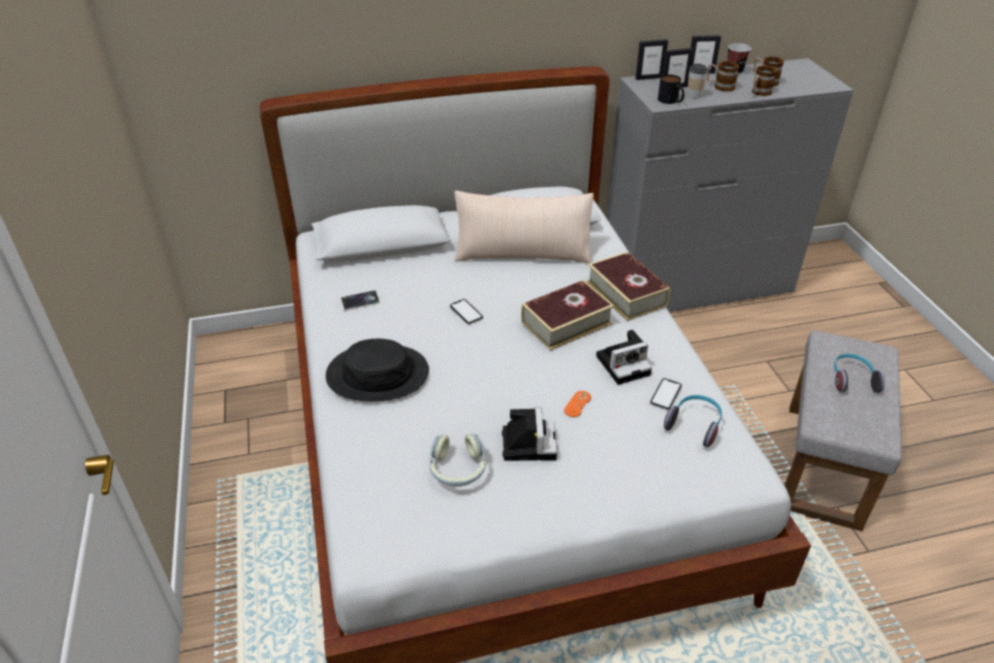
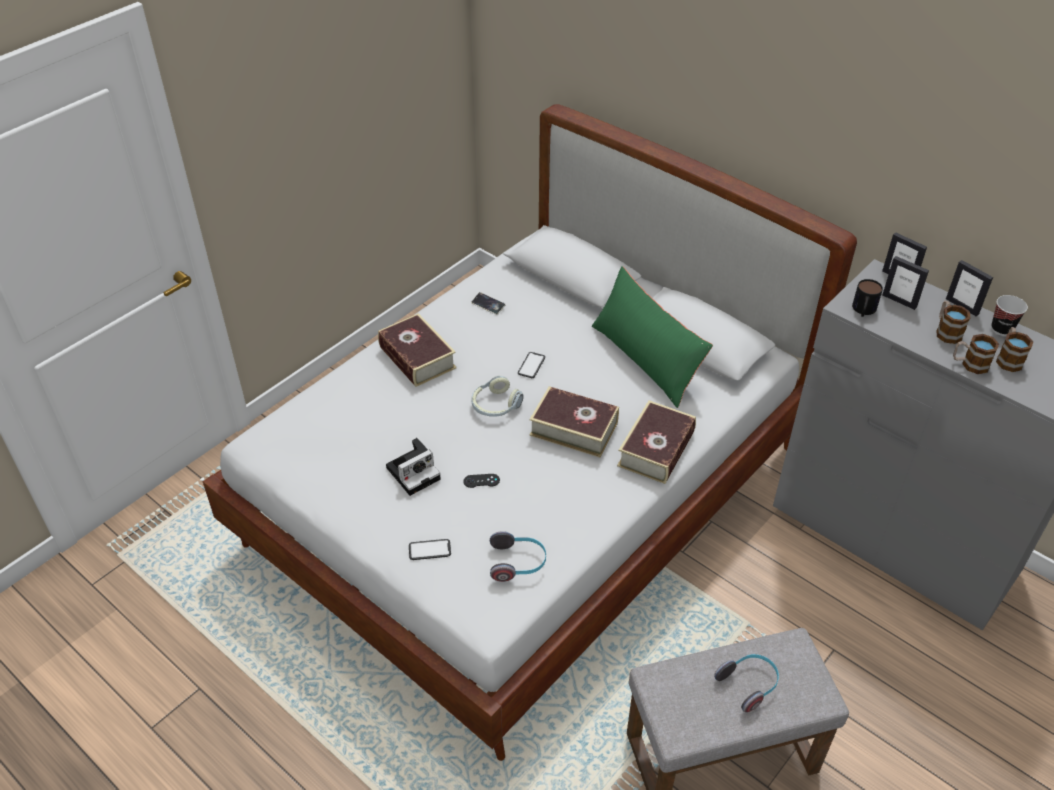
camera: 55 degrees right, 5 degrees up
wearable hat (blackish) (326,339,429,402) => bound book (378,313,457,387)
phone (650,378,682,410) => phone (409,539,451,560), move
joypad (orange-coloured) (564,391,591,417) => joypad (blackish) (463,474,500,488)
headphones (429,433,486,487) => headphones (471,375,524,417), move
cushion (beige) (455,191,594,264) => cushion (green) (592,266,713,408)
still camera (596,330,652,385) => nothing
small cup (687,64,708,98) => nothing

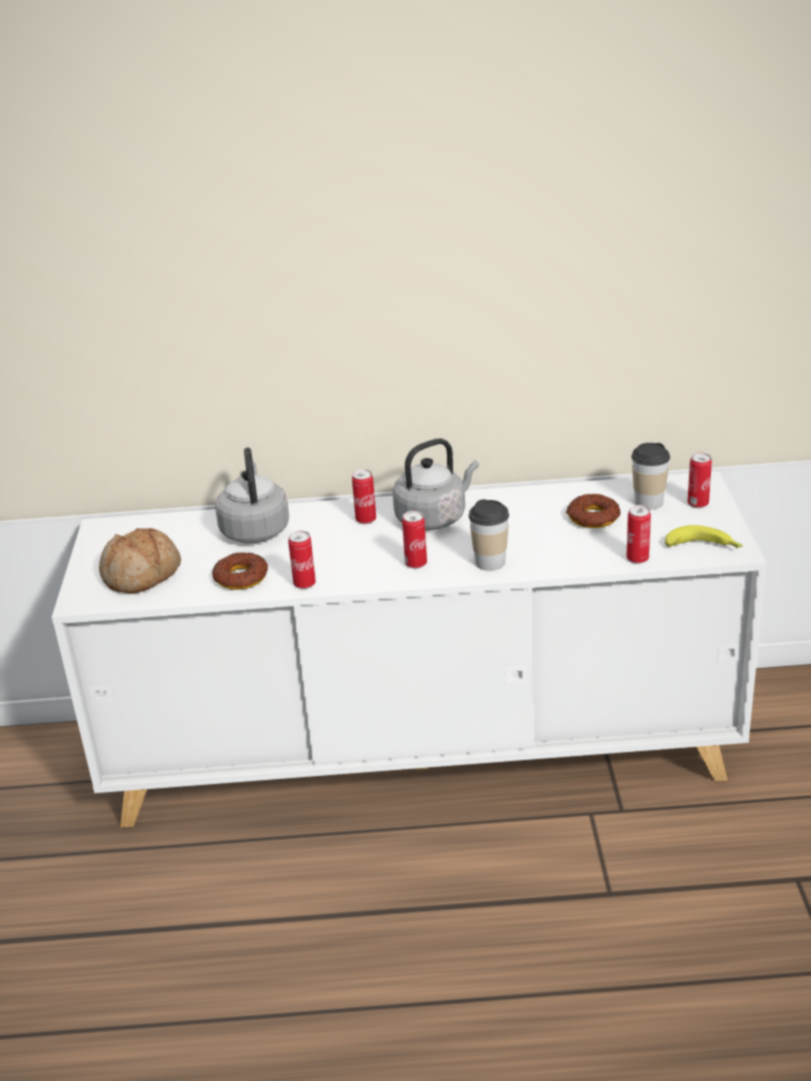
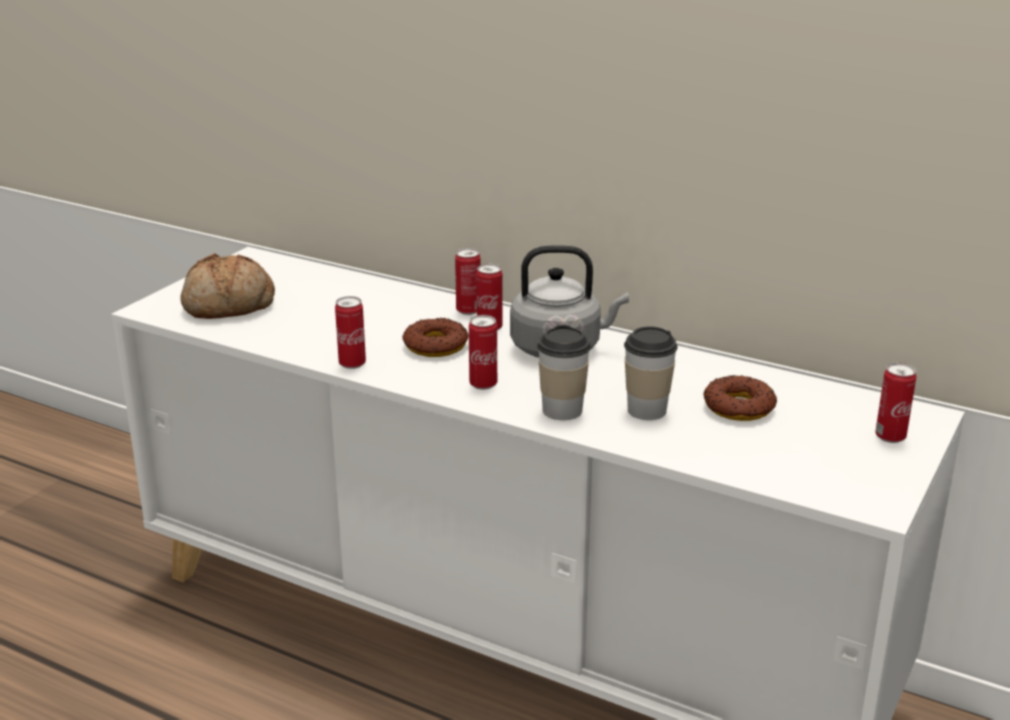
camera: 30 degrees right, 5 degrees down
donut (212,552,268,590) => donut (402,318,469,357), move
metal can (626,505,651,564) => metal can (455,248,481,315), move
small cup (631,443,670,510) => small cup (624,326,678,420), move
tea kettle (grey) (215,448,289,543) => nothing
banana fruit (665,525,743,548) => nothing

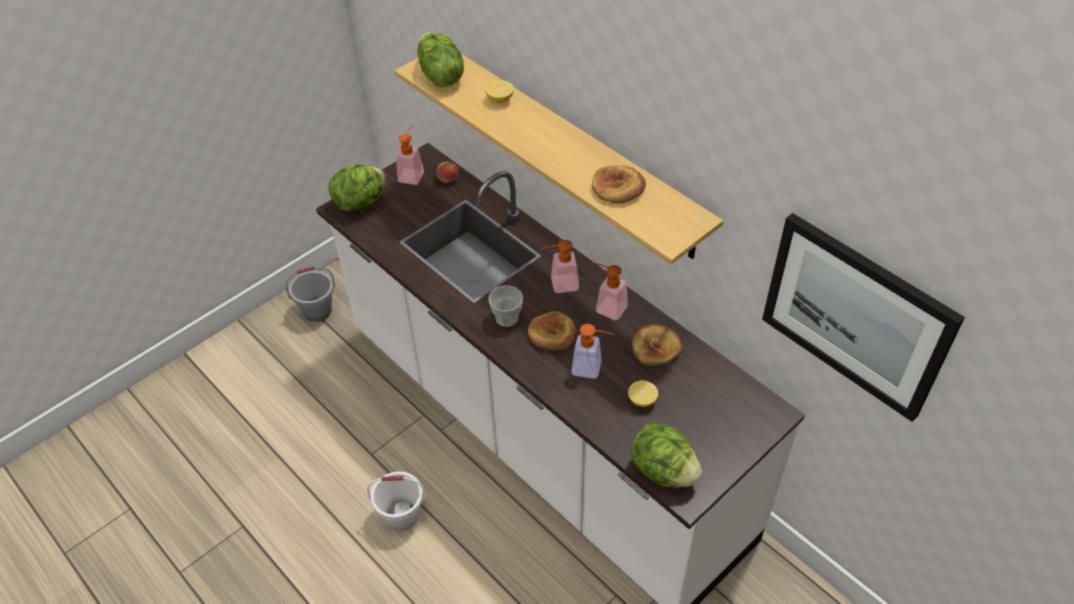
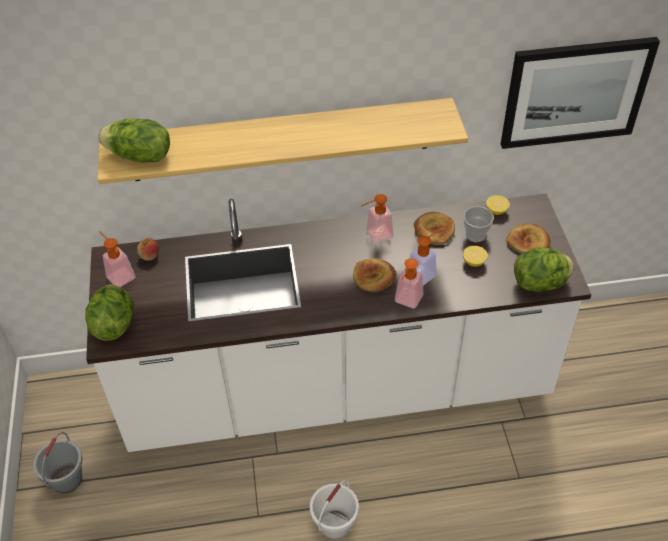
camera: 55 degrees left, 0 degrees up
soap dispenser (540,240,579,293) => soap dispenser (395,258,423,309), move
small cup (488,285,523,327) => small cup (463,206,494,242), move
citrus fruit (485,80,514,103) => citrus fruit (486,195,510,215), move
bread (592,165,646,204) => bread (506,223,551,254), move

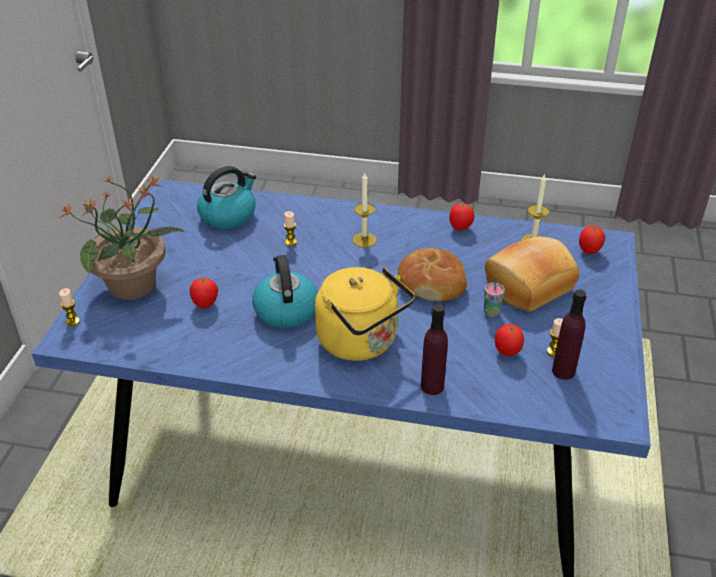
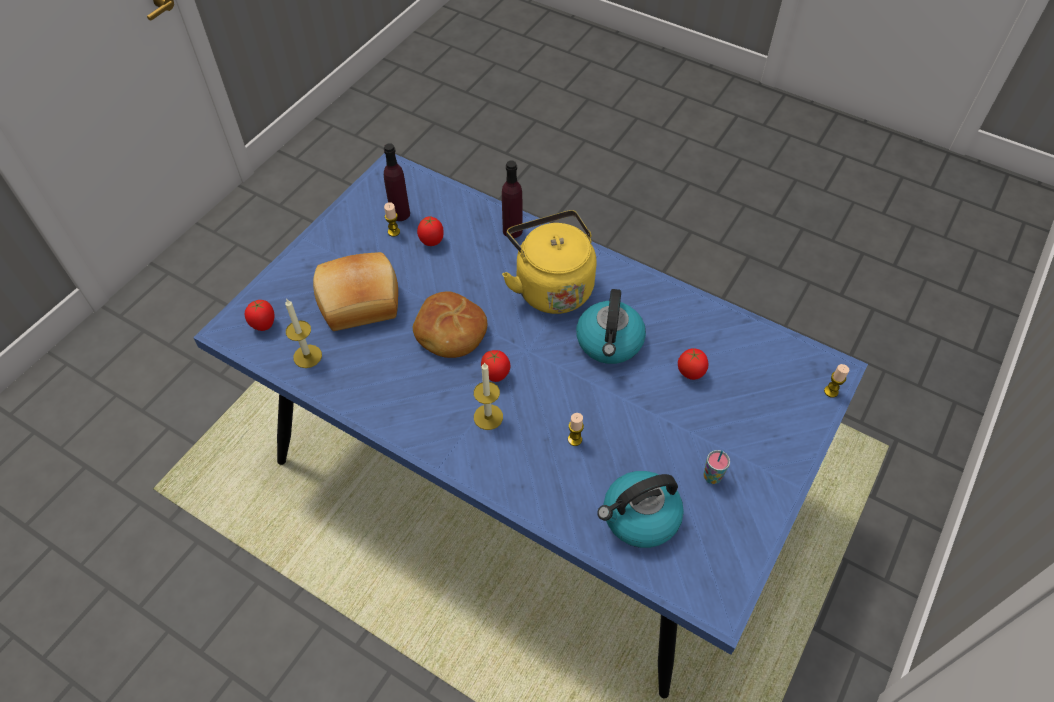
camera: 160 degrees left, 15 degrees up
fresh tomato (449,203,475,231) => fresh tomato (481,350,510,382), move
small cup (484,276,505,317) => small cup (703,450,730,484), move
plant in a pot (59,176,184,300) => nothing

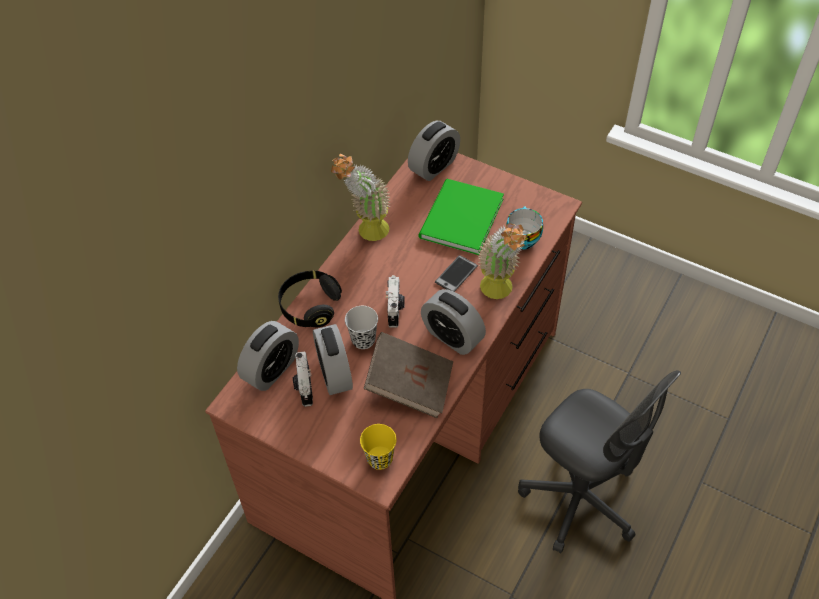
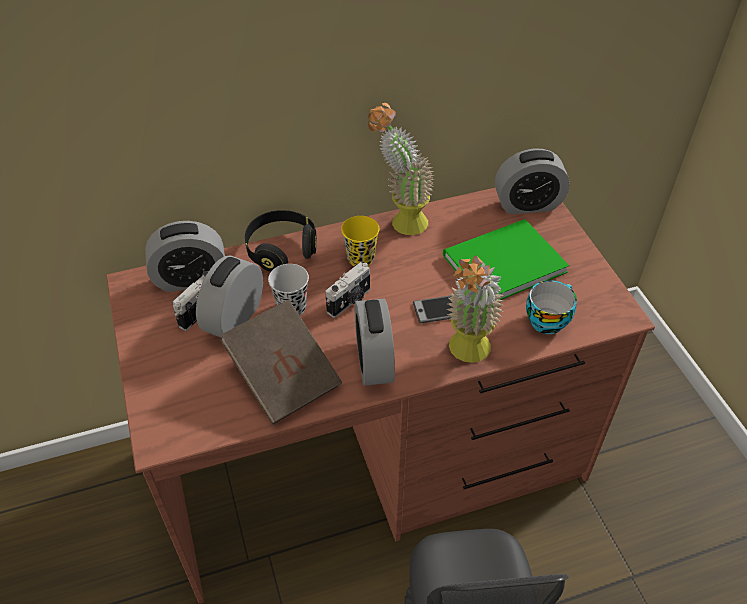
camera: 40 degrees right, 5 degrees down
small cup (yellow-coloured) (360,424,396,470) => small cup (yellow-coloured) (341,216,379,266), move

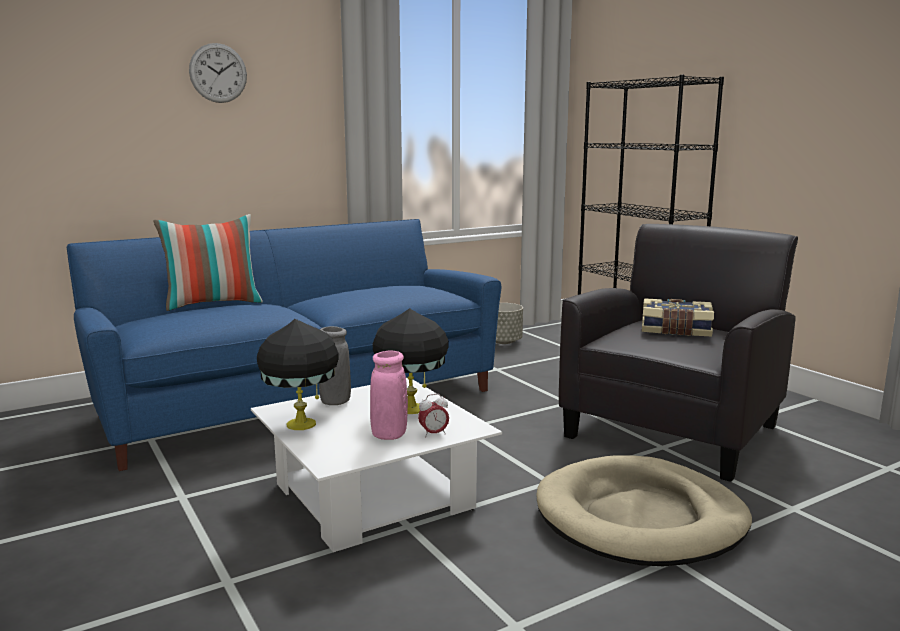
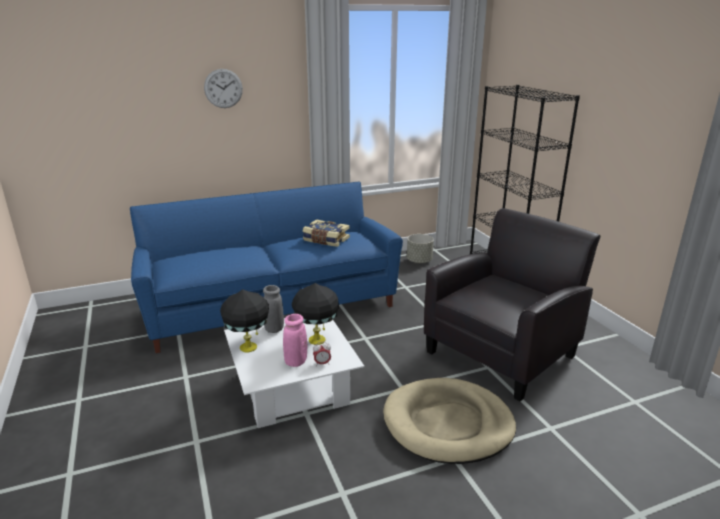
camera: 10 degrees right, 10 degrees up
bound book (642,298,714,336) => bound book (302,219,350,247), move
cushion (153,214,263,311) => nothing

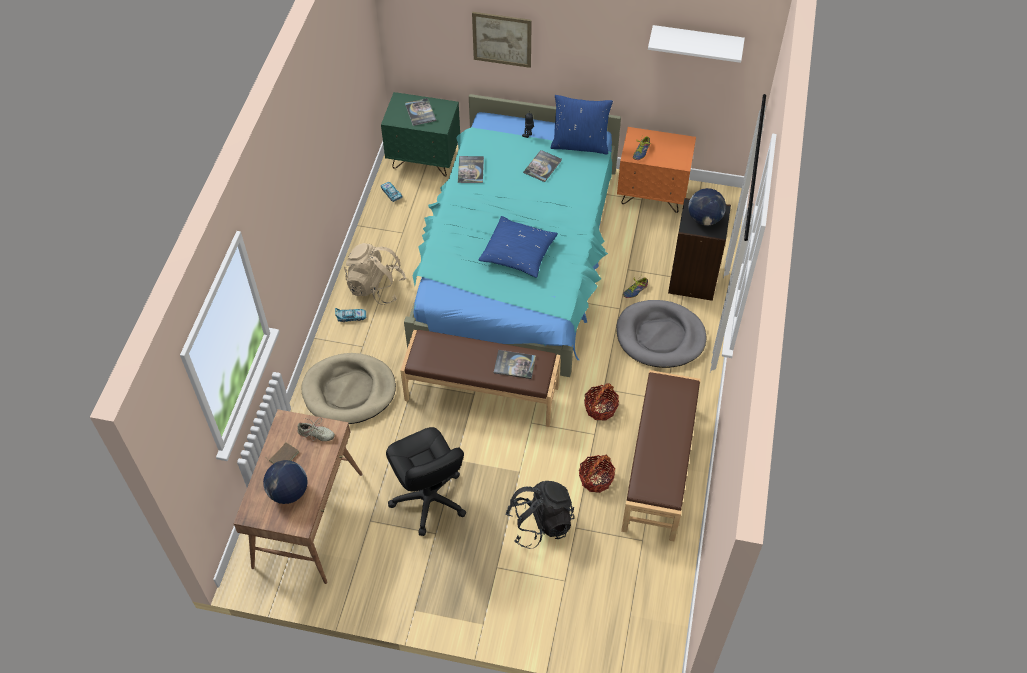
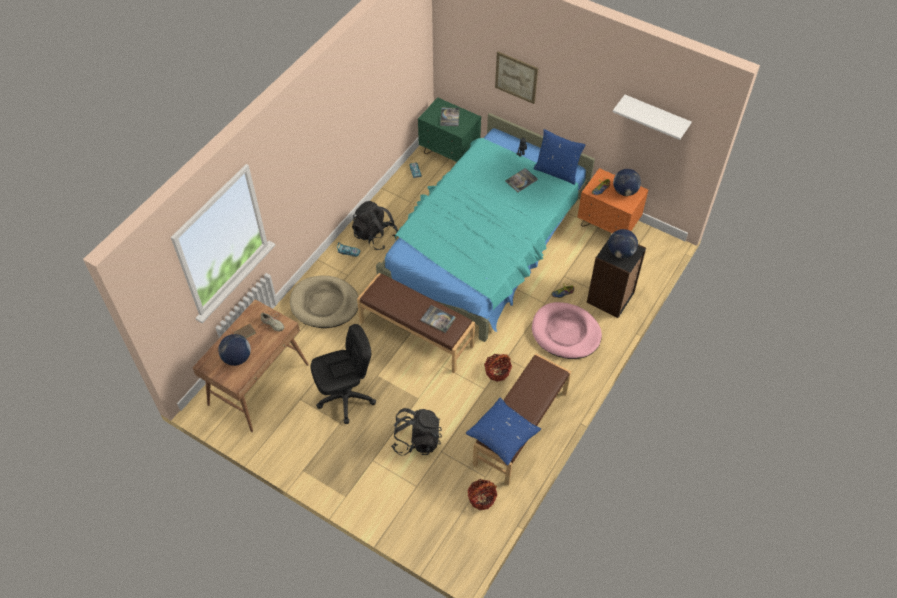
camera: 20 degrees right, 0 degrees up
desk chair (blackish) (386,427,466,536) => desk chair (blackish) (311,324,376,424), 105 degrees counterclockwise
backpack (beige) (344,243,406,305) => backpack (blackish) (352,201,398,250)
cushion (blue) (479,216,558,278) => cushion (blue) (466,398,541,465), move
basket (579,455,615,493) => basket (467,479,497,510), move
dog cushion (grey) (616,300,706,368) => dog cushion (pink-coloured) (532,302,602,359)
nothing => globe (613,169,641,196)
bound book (458,156,484,183) => nothing

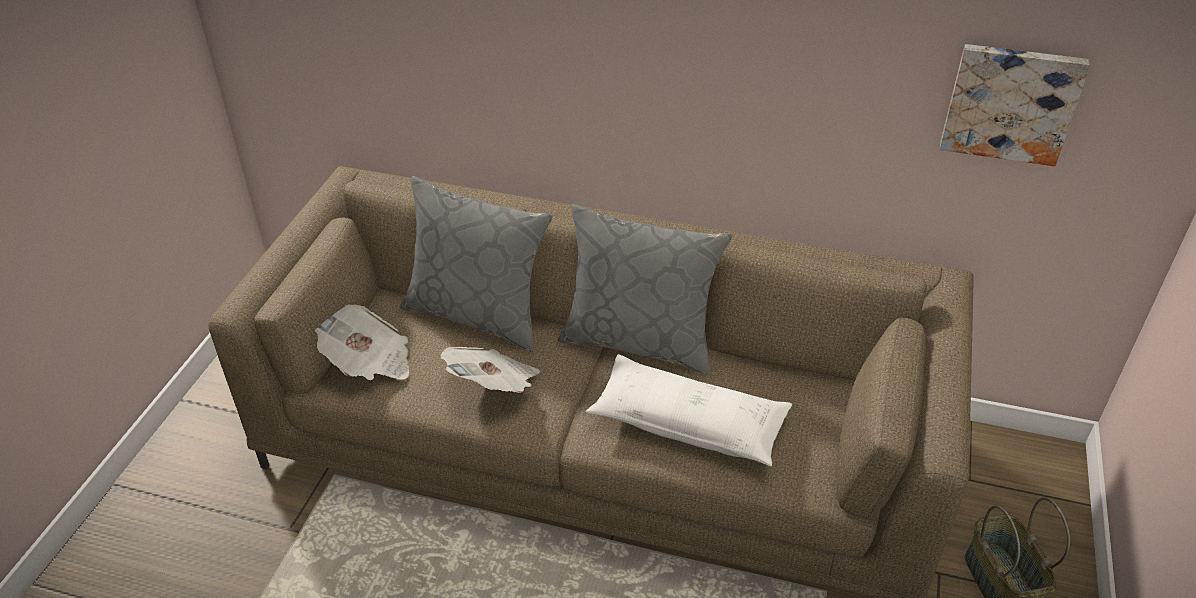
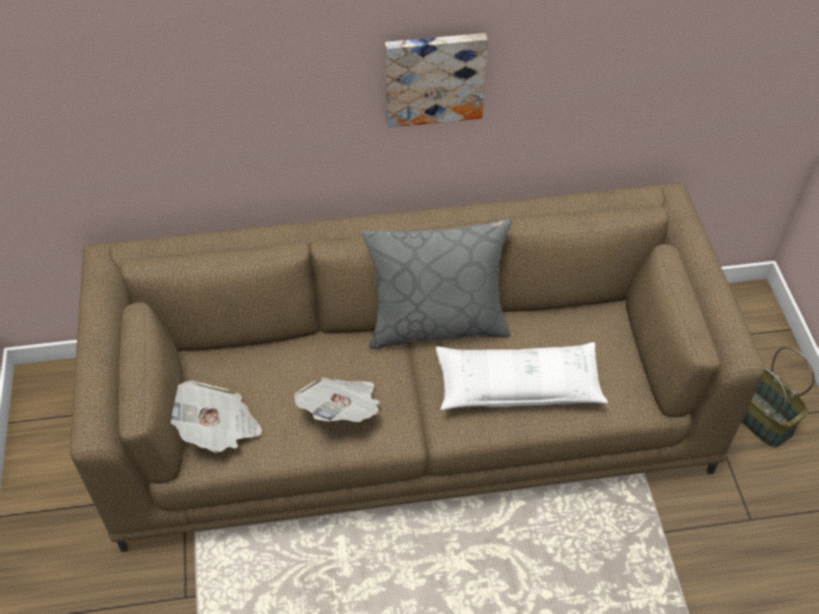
camera: 25 degrees left, 10 degrees up
wall picture (940,44,1090,166) => wall picture (385,33,488,128), move
cushion (grey) (400,176,552,352) => nothing

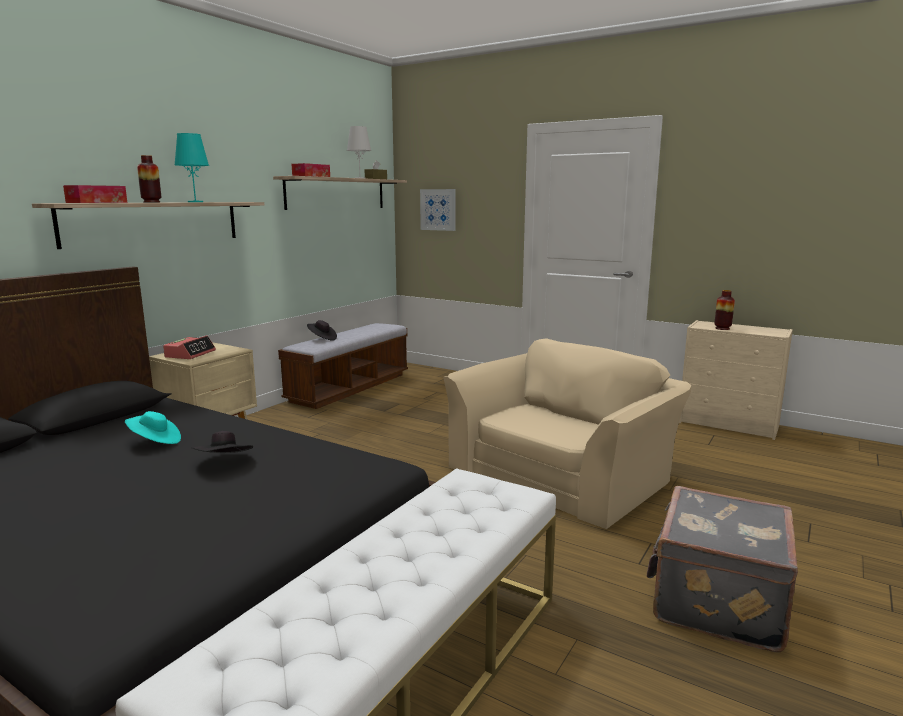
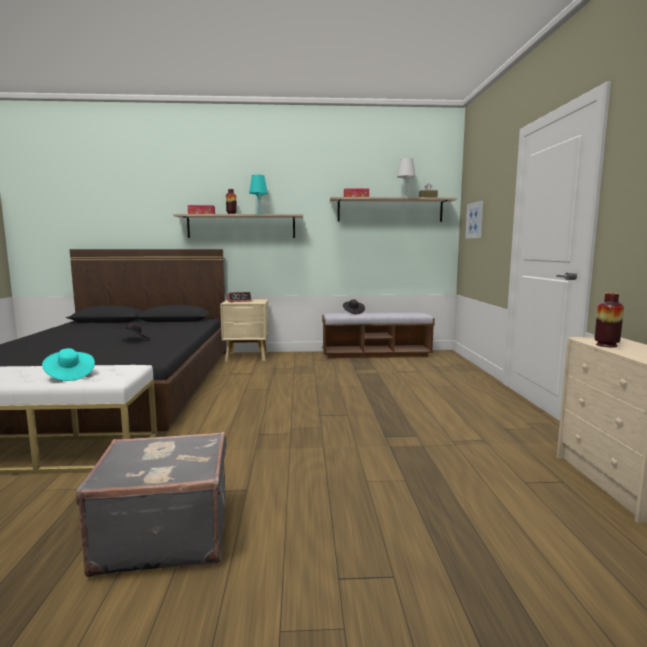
camera: 55 degrees right, 5 degrees down
wearable hat (turquoise) (125,411,181,444) => wearable hat (turquoise) (42,348,95,381), move
armchair (beige) (443,338,691,529) => nothing

